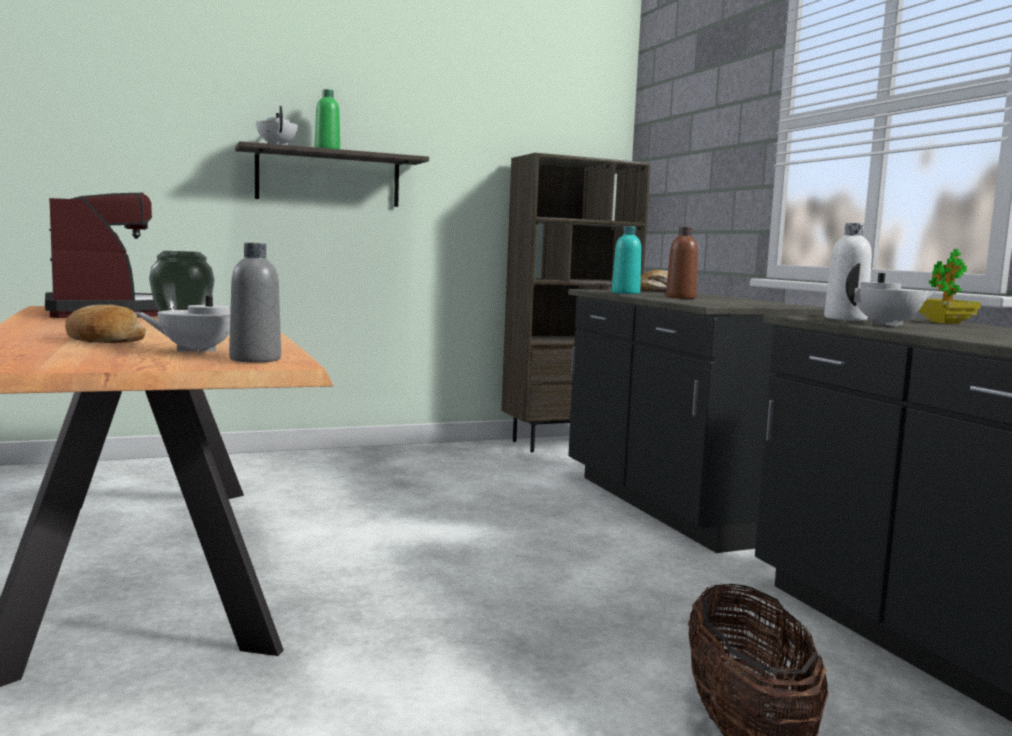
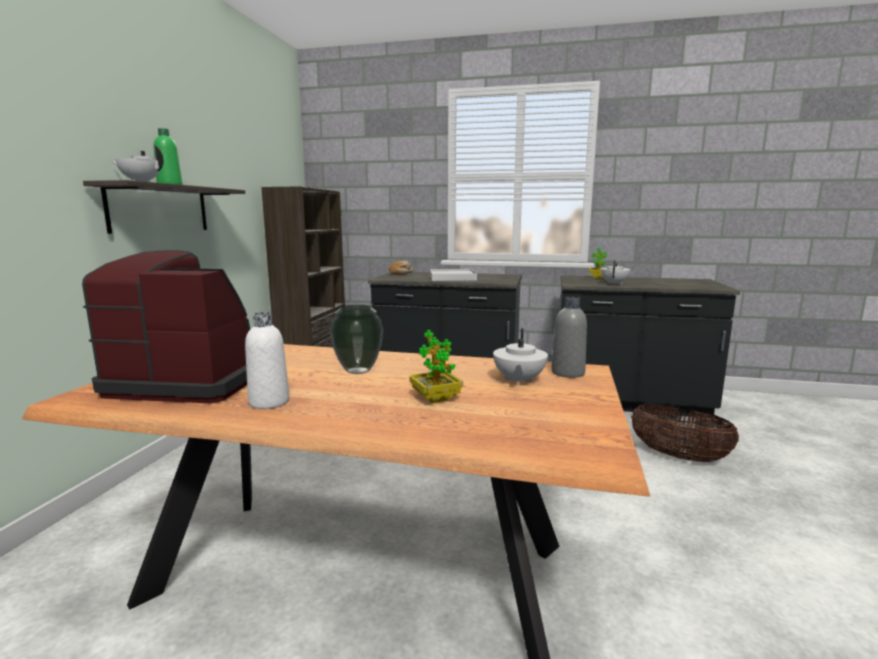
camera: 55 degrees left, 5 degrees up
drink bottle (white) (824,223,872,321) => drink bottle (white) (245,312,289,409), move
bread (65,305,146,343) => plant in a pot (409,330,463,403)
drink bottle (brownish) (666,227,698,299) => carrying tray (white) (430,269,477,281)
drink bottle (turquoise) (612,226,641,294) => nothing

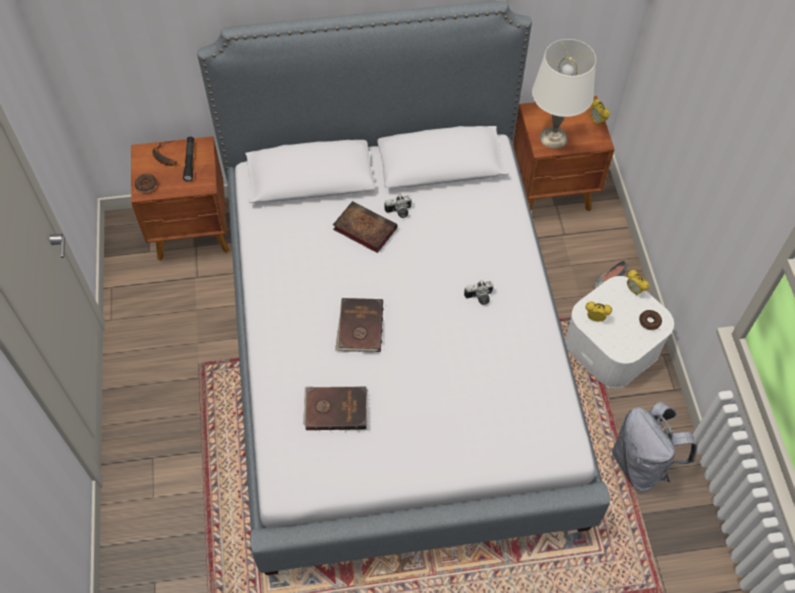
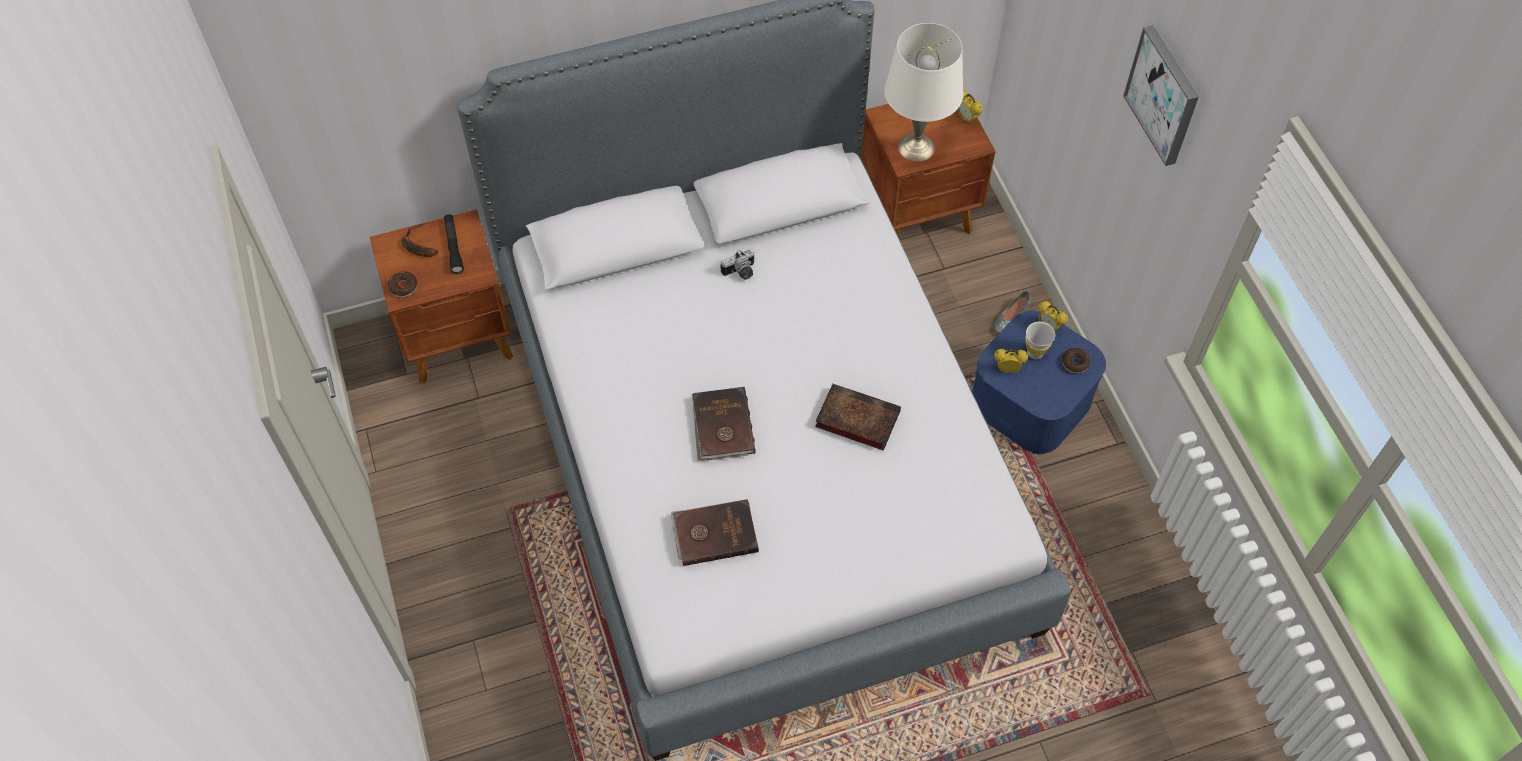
camera: 10 degrees left, 0 degrees up
bound book (333,201,397,253) => bound book (815,384,901,451), move
storage bin (white) (565,276,674,388) => storage bin (blue) (972,311,1106,454)
nothing => small cup (white) (1026,322,1055,359)
nothing => wall picture (1123,25,1199,166)
still camera (464,281,494,305) => nothing
backpack (grey) (612,402,697,492) => nothing

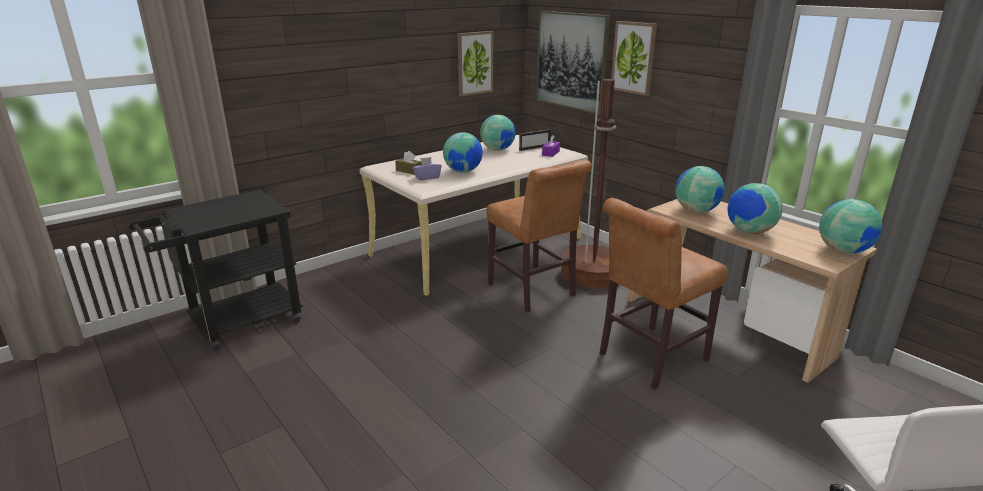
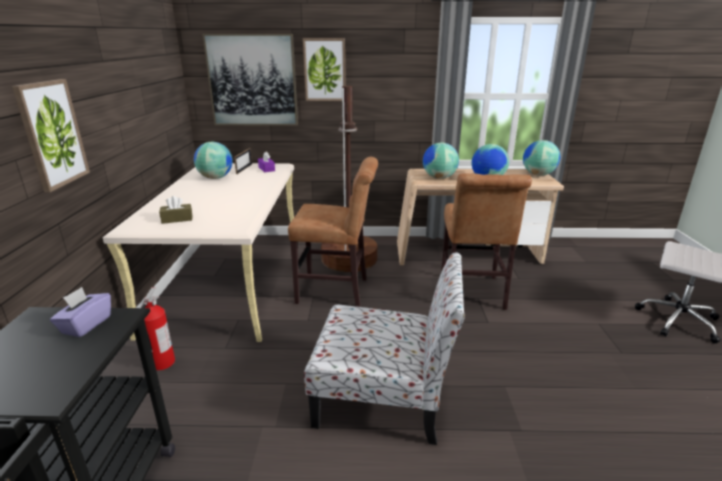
camera: 50 degrees left, 0 degrees up
wall picture (458,31,493,96) => wall picture (12,79,90,192), move
tissue box (purple-coloured) (413,157,442,180) => tissue box (purple-coloured) (50,287,111,337), move
nothing => extinguisher (141,287,175,370)
nothing => plain chair (304,252,465,445)
globe (443,132,483,173) => nothing

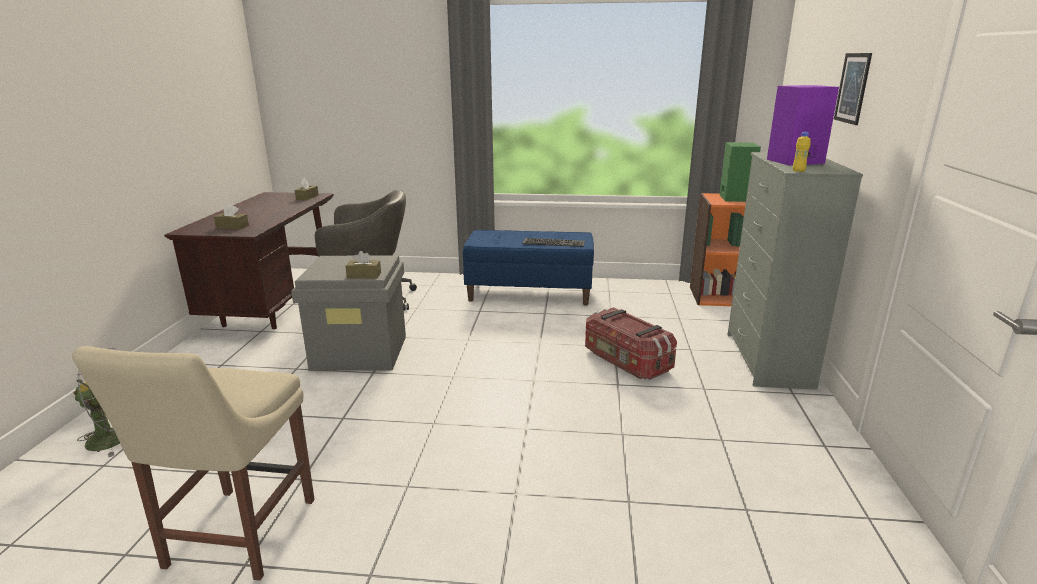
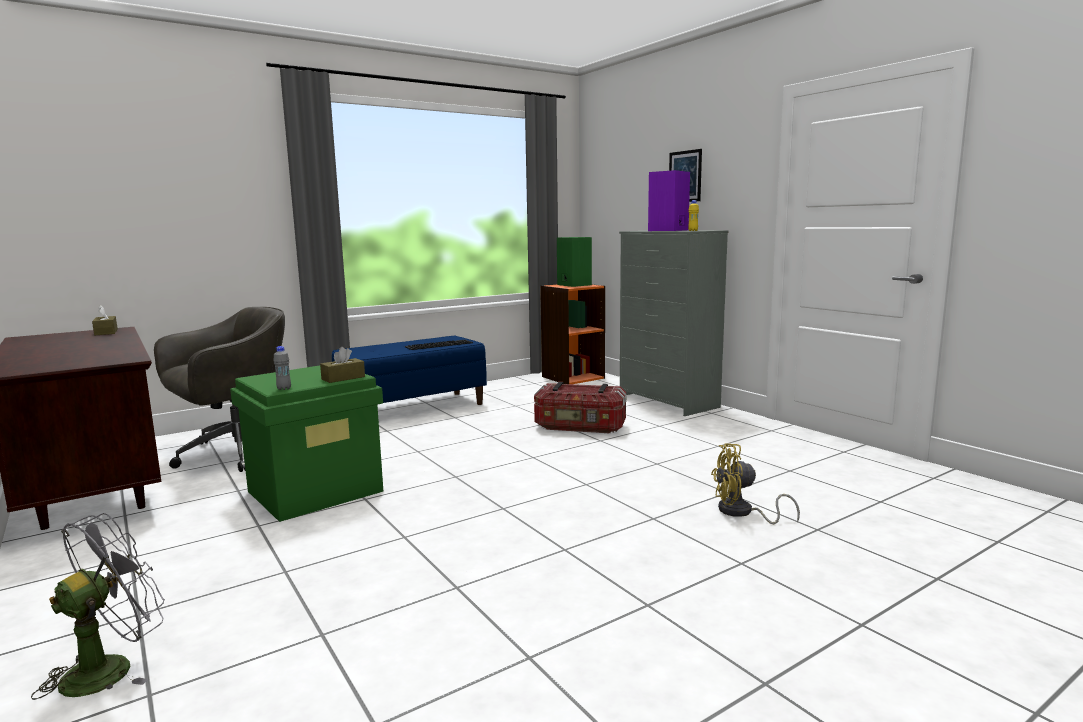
camera: 40 degrees left, 10 degrees down
storage bin (grey) (291,255,406,371) => storage bin (green) (230,365,383,522)
nothing => drink bottle (grey) (273,346,291,390)
nothing => cooling fan (yellow-coloured) (711,443,800,524)
plain chair (beige) (72,346,315,581) => nothing
tissue box (brownish) (214,204,249,230) => nothing

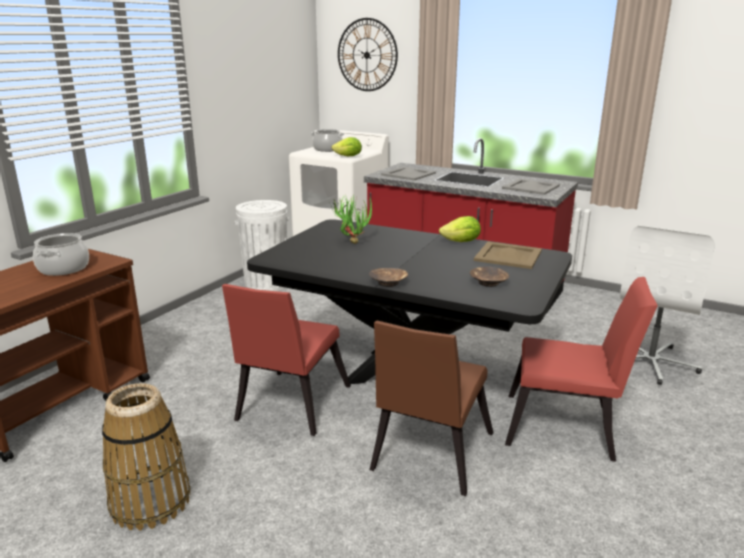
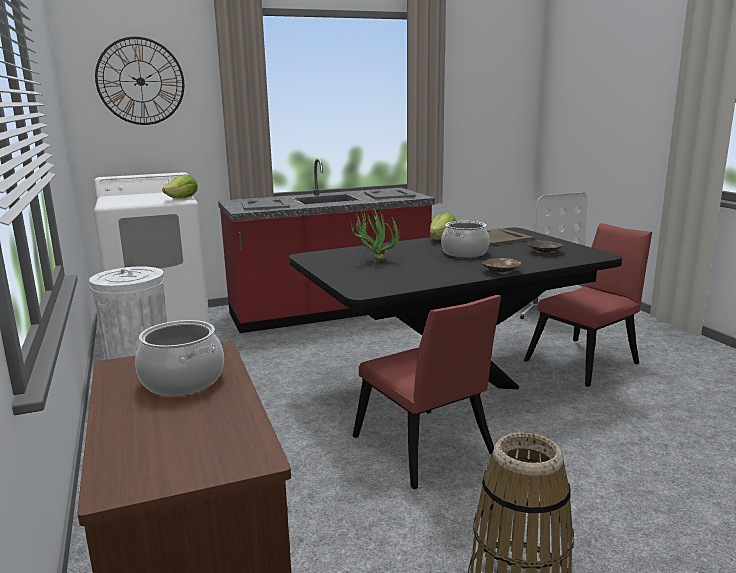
camera: 50 degrees left, 5 degrees down
cooking pot (311,129,344,152) => cooking pot (441,221,490,258), move
plain chair (brownish) (370,321,493,496) => nothing

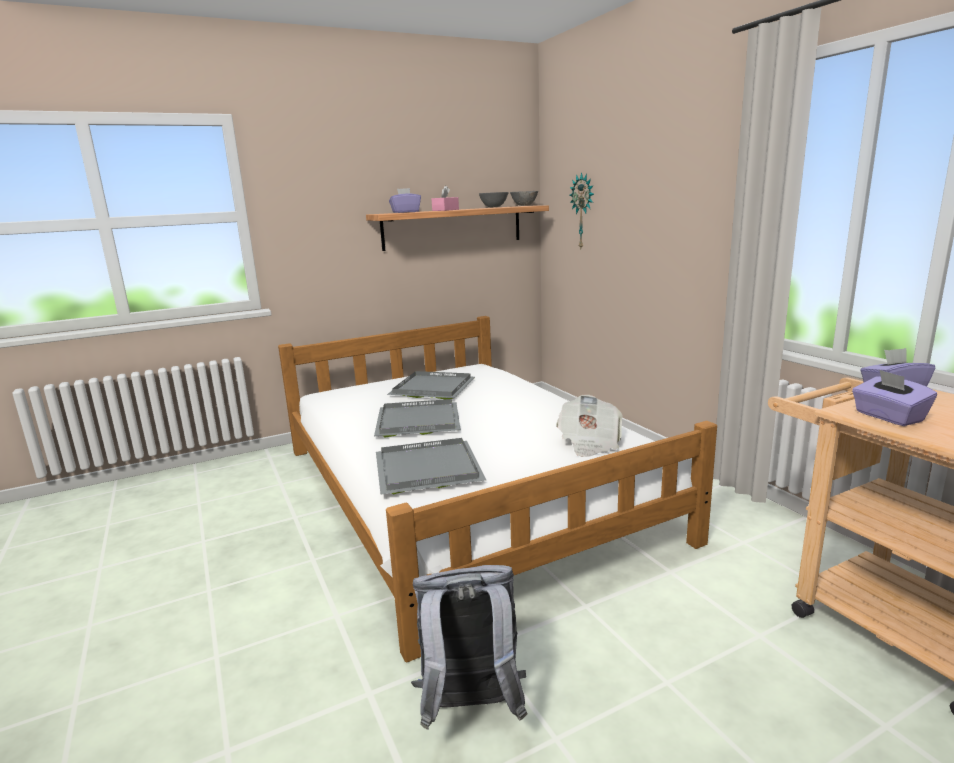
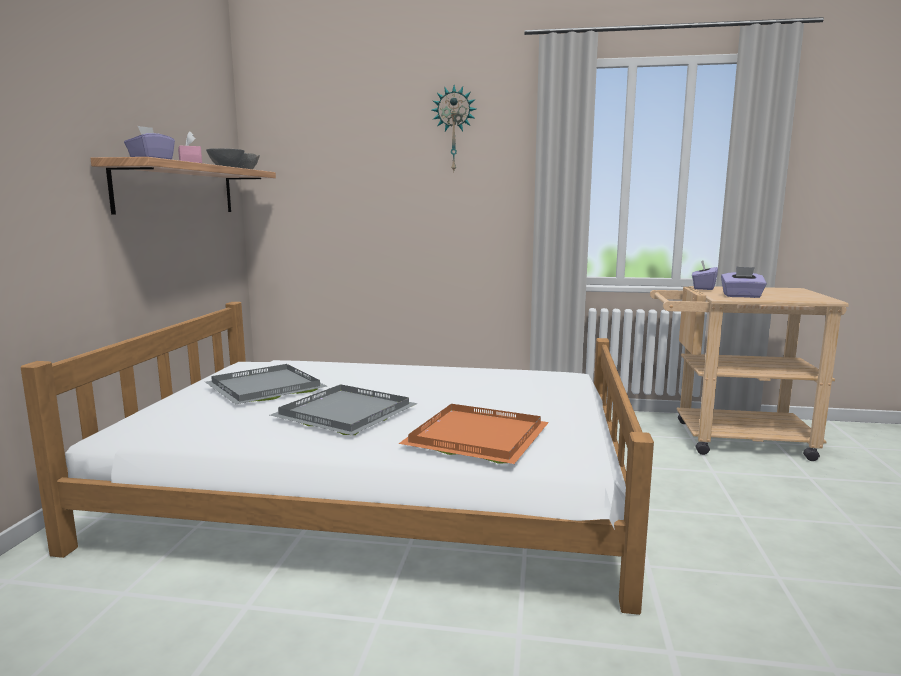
camera: 55 degrees left, 5 degrees down
carrying tray (grey) (376,438,486,494) => carrying tray (orange-coloured) (399,404,549,464)
hanging clock (570,172,594,249) => hanging clock (432,85,476,173), move
backpack (grey) (411,565,527,730) => nothing
newspaper (556,395,623,457) => nothing

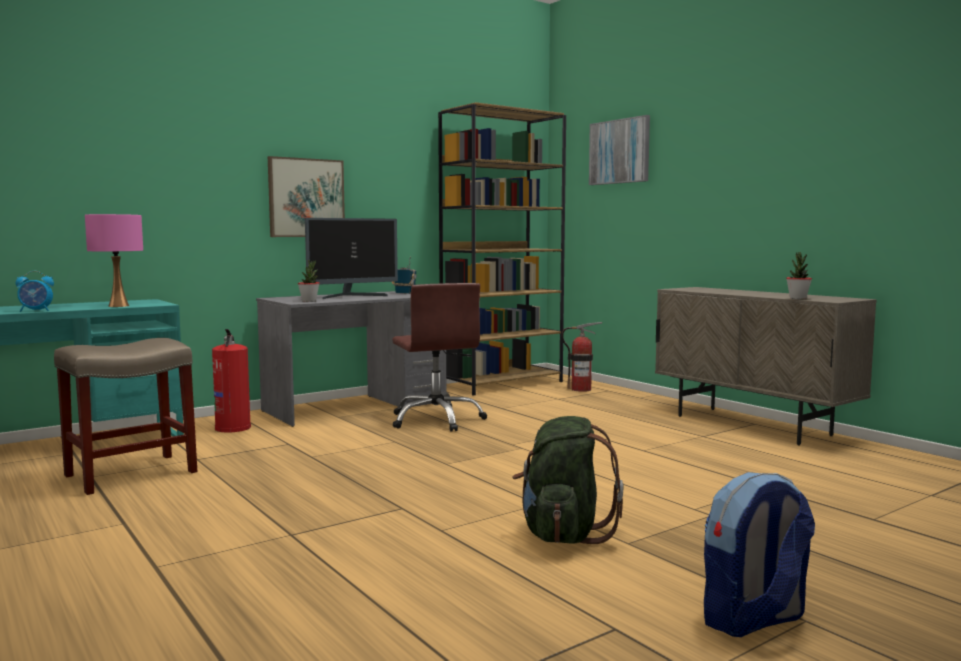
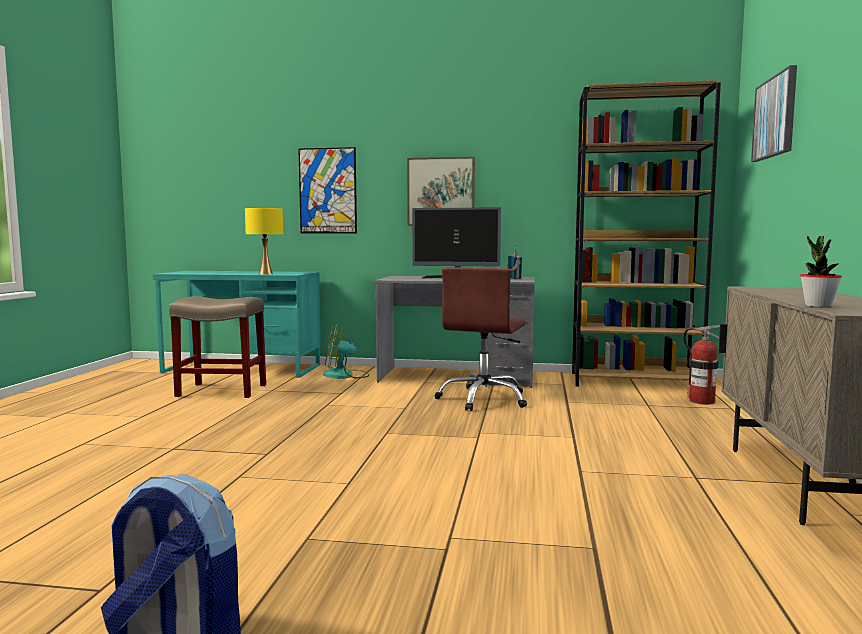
camera: 45 degrees right, 0 degrees up
table lamp (pink-coloured) (85,214,143,307) => table lamp (yellow-coloured) (245,208,283,274)
nothing => wall picture (298,147,357,233)
extinguisher (212,329,251,433) => cooling fan (323,325,369,379)
table clock (16,271,54,312) => nothing
plant in a pot (298,260,319,302) => nothing
backpack (green) (512,416,623,544) => nothing

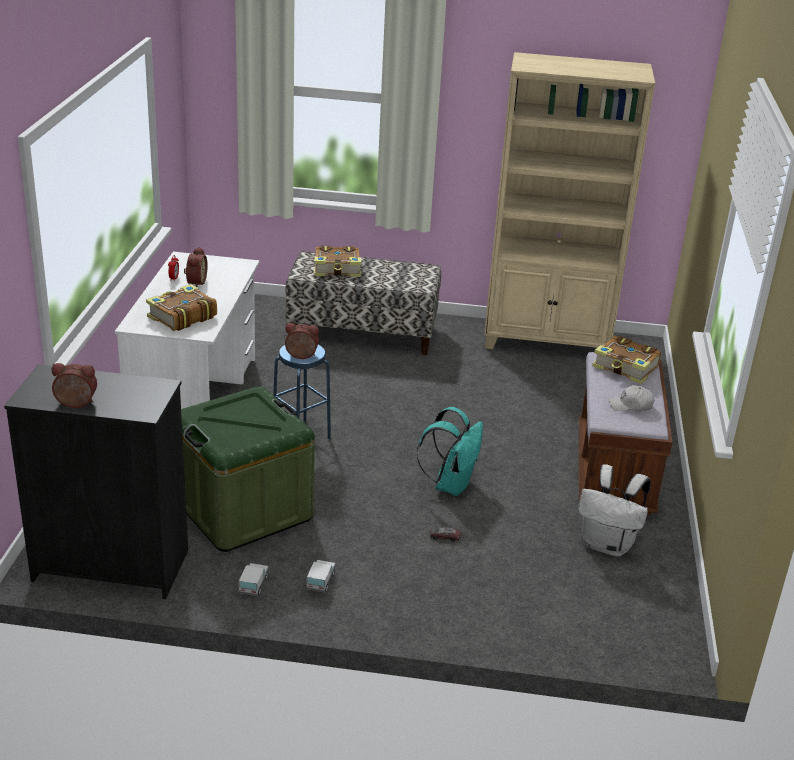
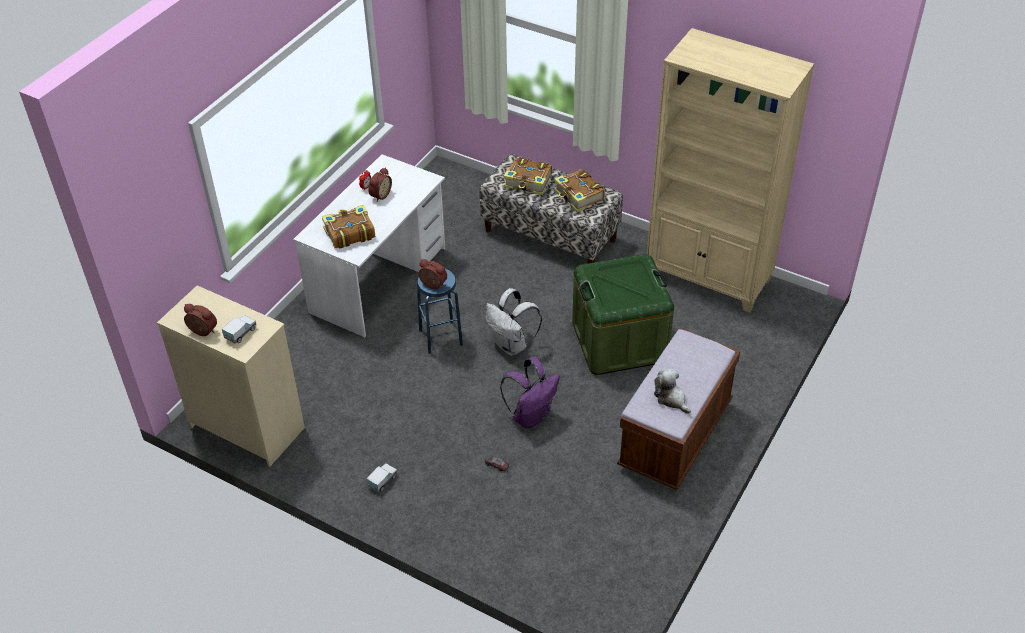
camera: 25 degrees right, 15 degrees up
drawer chest (blackish) (4,364,188,599) => drawer chest (beige) (157,285,305,467)
toy lorry (239,563,269,596) => toy lorry (222,315,256,344), move
backpack (white) (578,464,651,557) => backpack (white) (485,288,542,356), move
backpack (turquoise) (416,407,483,496) => backpack (purple-coloured) (500,357,560,428)
bound book (592,336,661,384) => bound book (554,169,605,212), move
storage bin (green) (181,386,315,552) => storage bin (green) (572,254,674,375), move
baseball cap (white) (609,385,654,411) => plush toy (654,368,691,414)

